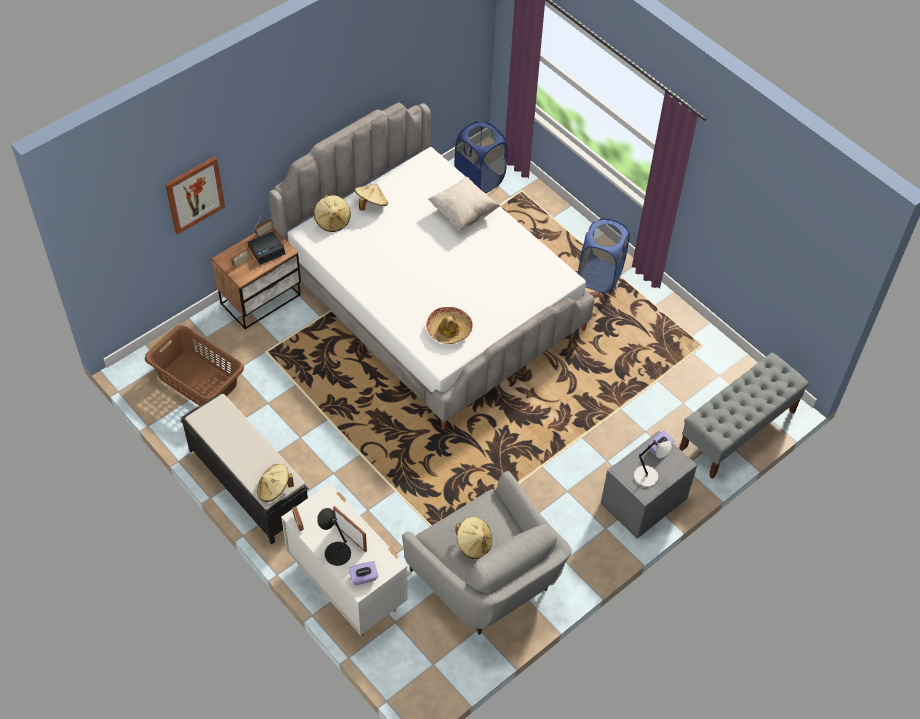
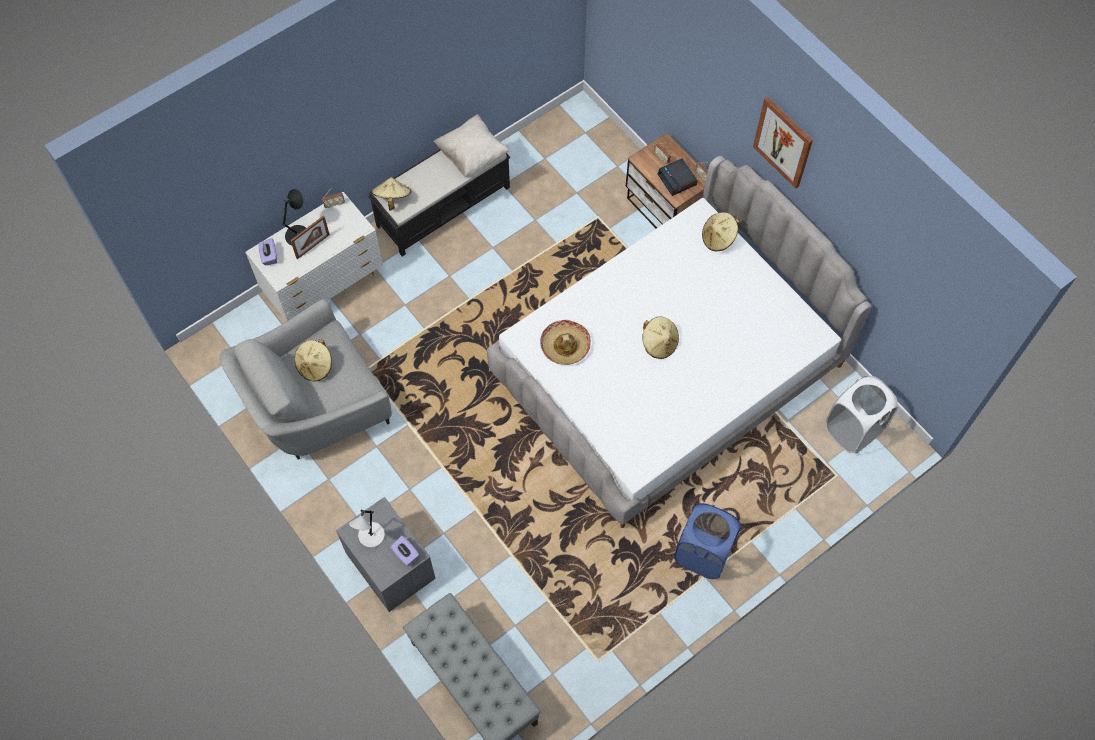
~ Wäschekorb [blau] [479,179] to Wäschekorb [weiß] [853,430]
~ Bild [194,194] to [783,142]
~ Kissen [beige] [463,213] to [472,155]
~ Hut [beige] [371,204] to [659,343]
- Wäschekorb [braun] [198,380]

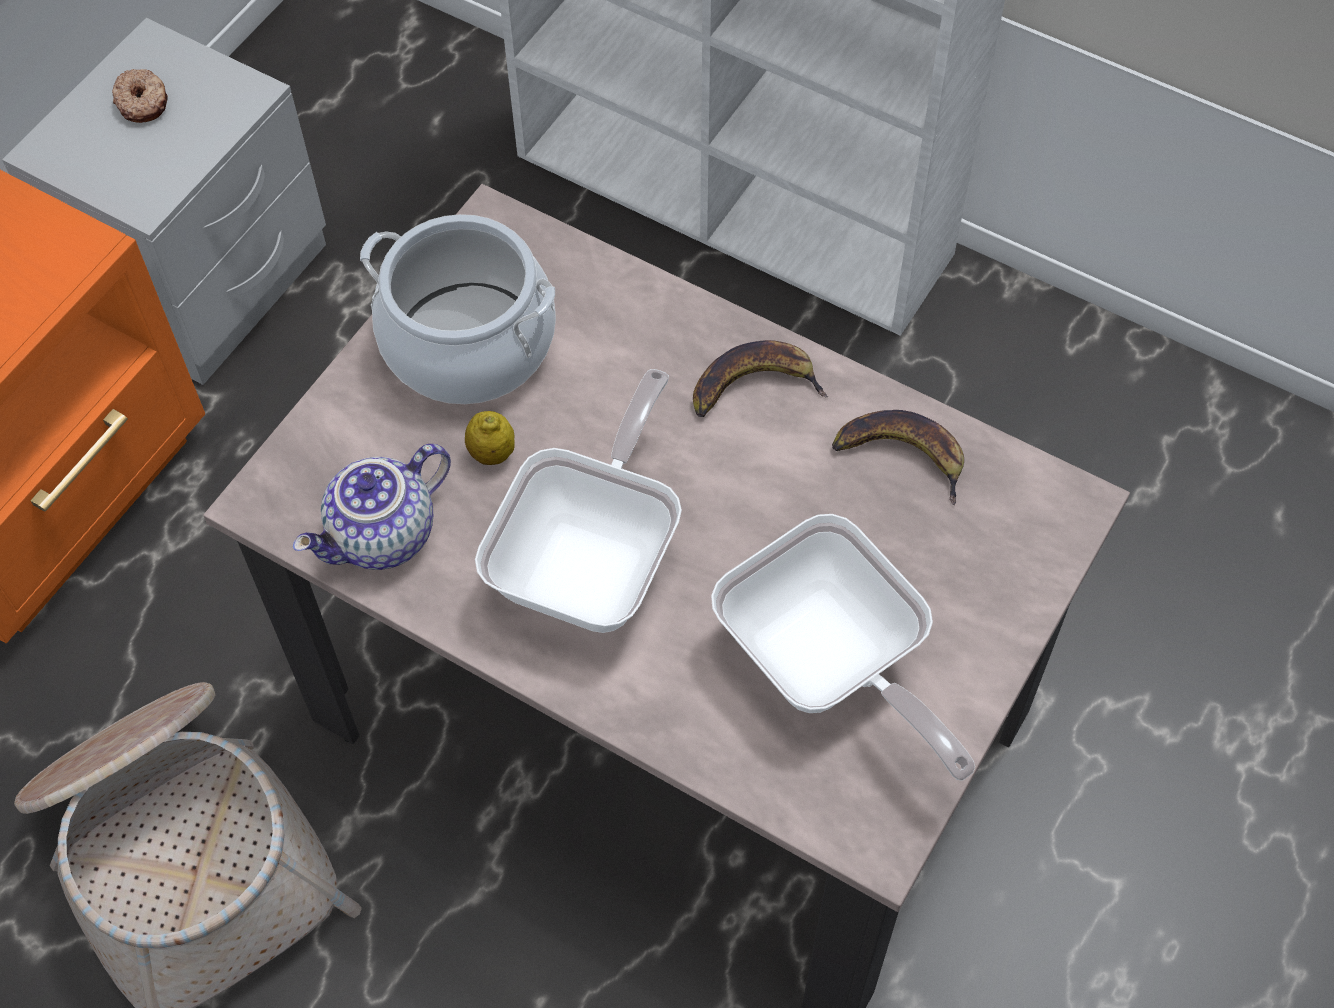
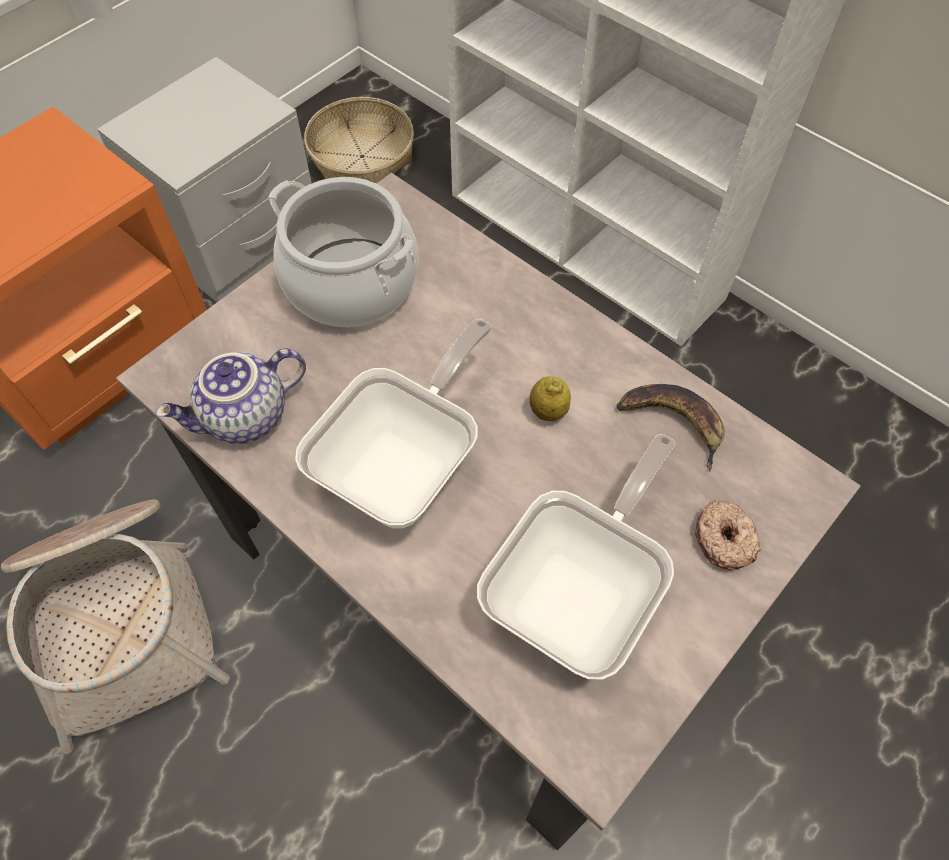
~ Donut [143,102] to [724,539]
- Banane [754,385]
~ Zitrone [492,453] to [548,411]
~ Pfanne [829,667] = [580,591] 120 degrees counterclockwise
+ Korb [362,156]

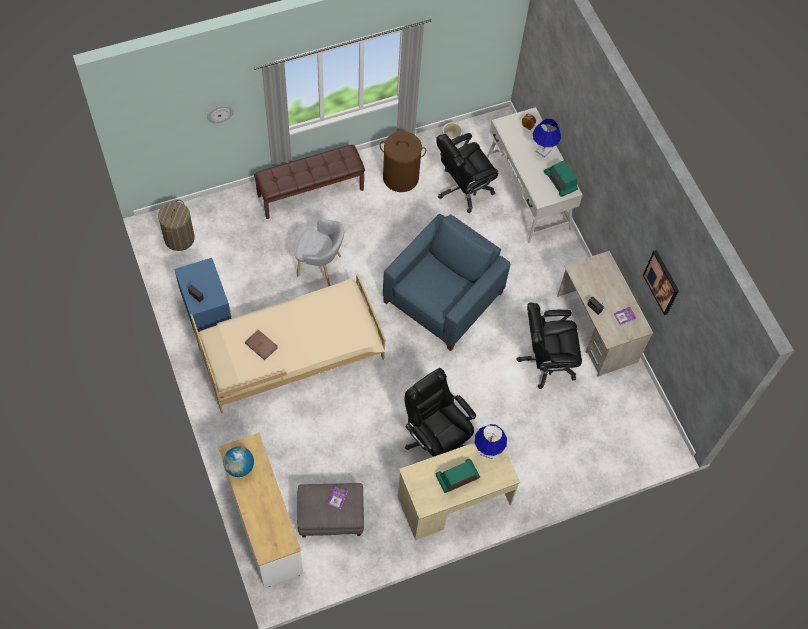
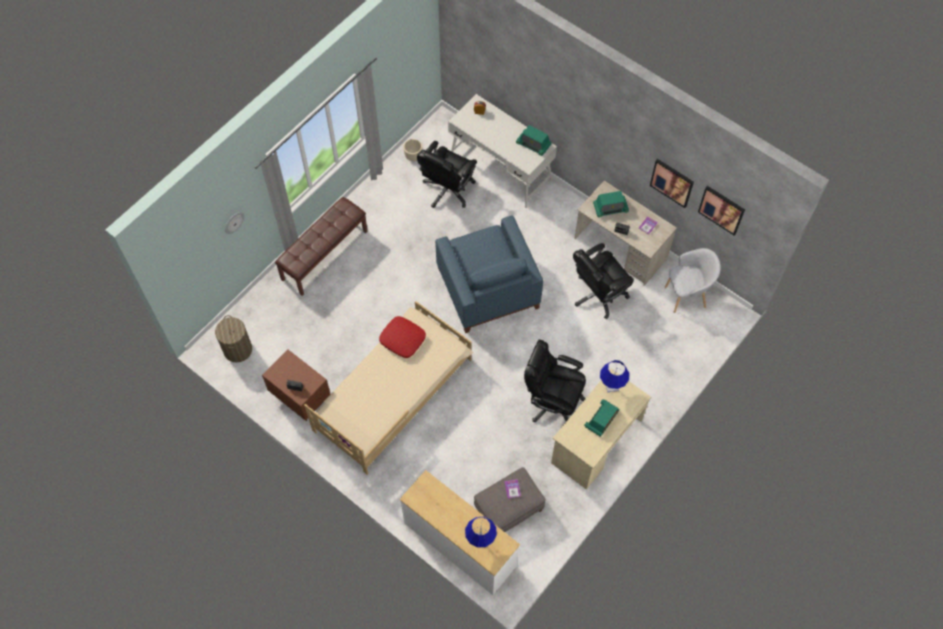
~ Tischlampe [blau] [543,151] to [480,540]
- Wäschekorb [braun] [401,177]
~ Sessel [blau] [442,298] = [487,287] 150 degrees clockwise
~ Sessel [grau] [320,267] to [686,296]
~ Nachttisch [blau] [206,311] to Nachttisch [braun] [300,398]
- Buch [braun] [261,345]
- Globus [239,467]
+ Bild [721,209]
+ Radio [610,208]
+ Kissen [rot] [402,339]

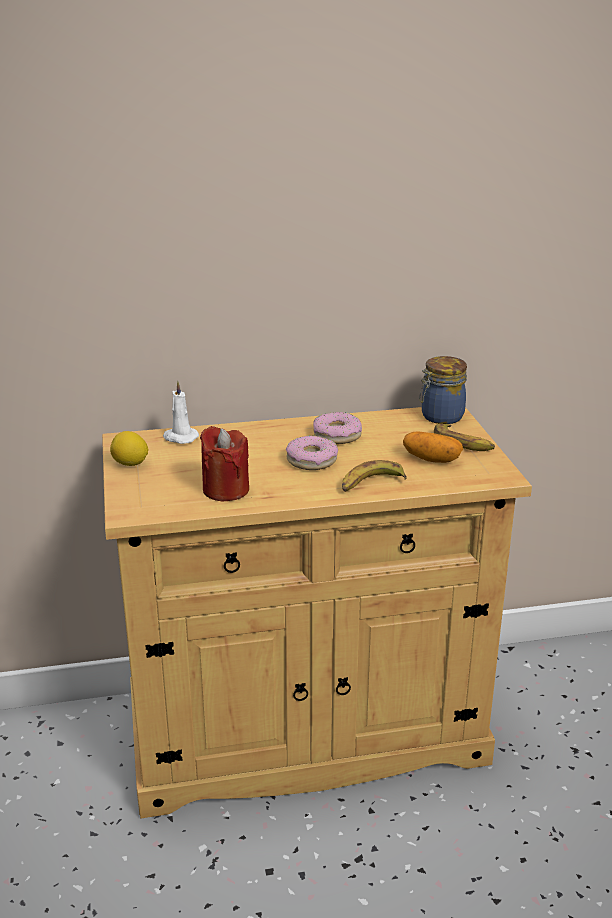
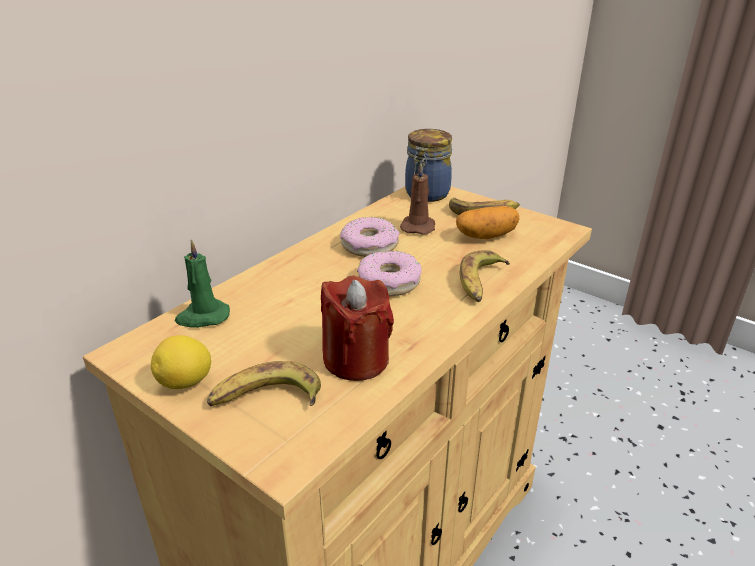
~ Kerze [weiß] [180,437] to Kerze [grün] [202,317]
+ Kerze [braun] [418,226]
+ Banane [265,398]

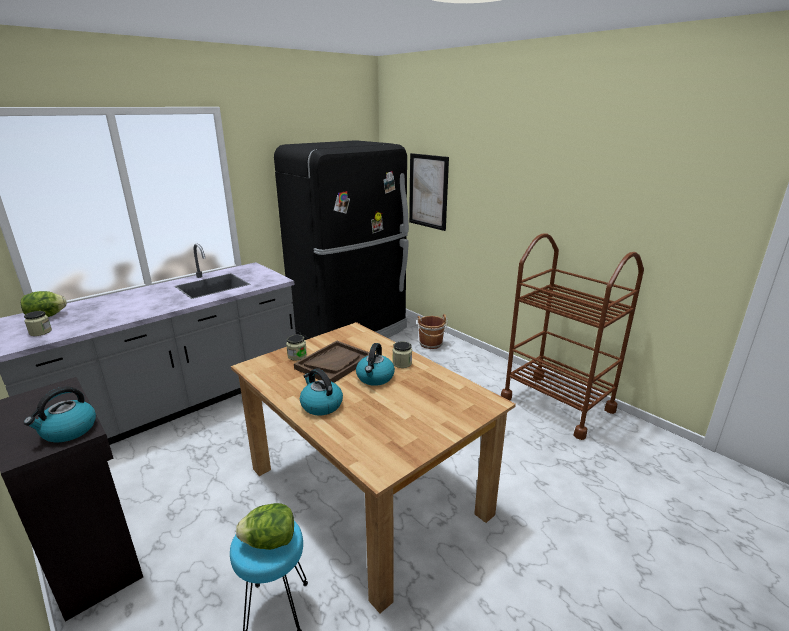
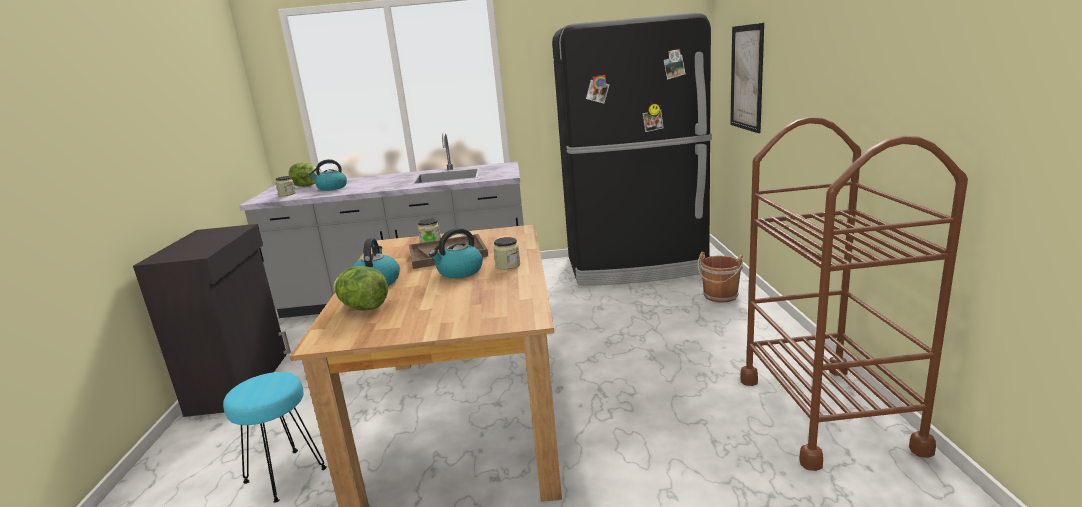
~ Wasserkessel [68,430] to [331,188]
~ Salatkopf [270,541] to [364,307]

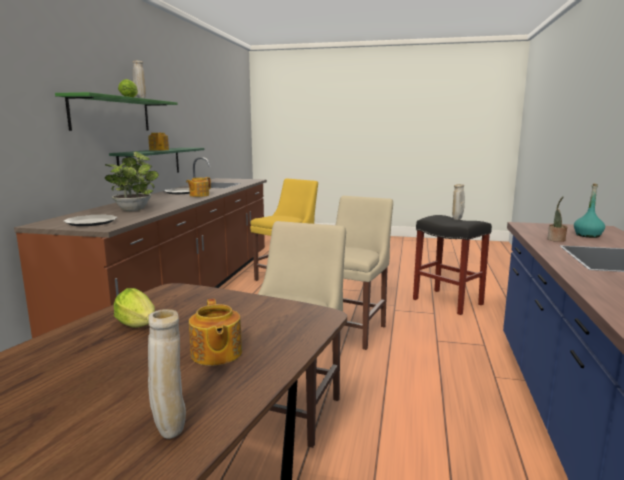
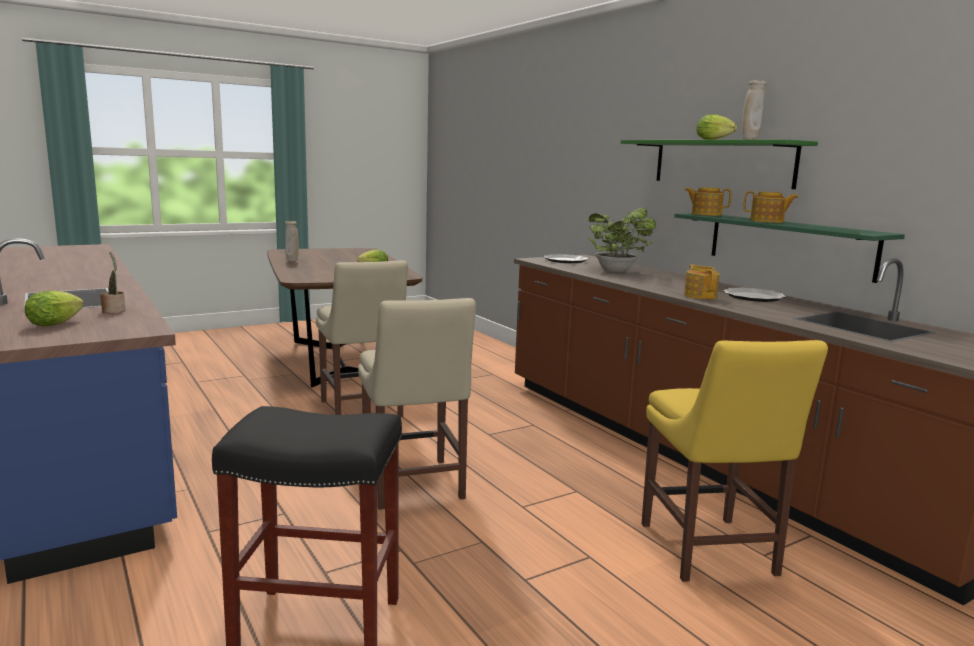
~ Flasche [türkis] [588,235] to Salatkopf [57,323]
- Vase [beige] [457,219]
~ Teekanne [216,354] to [705,214]

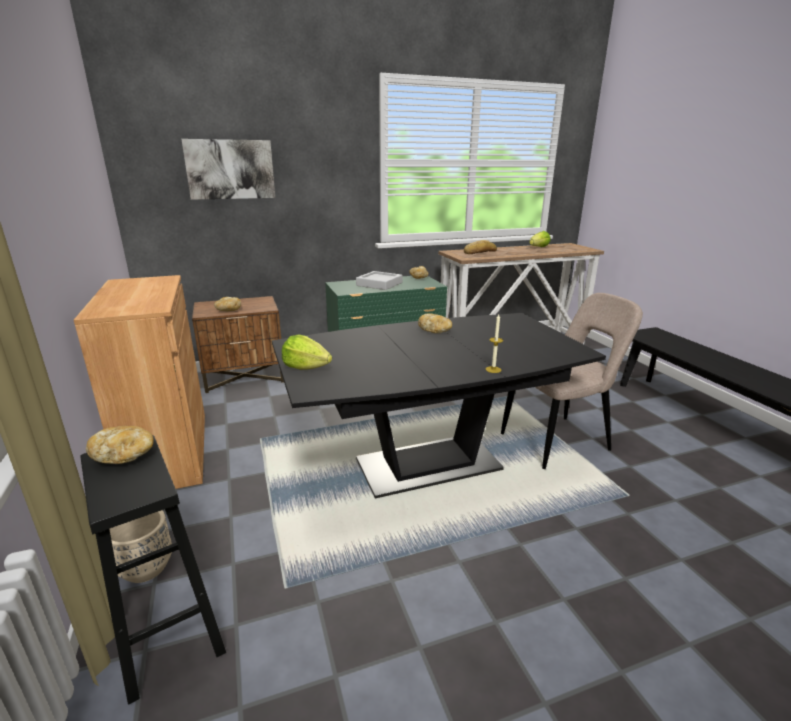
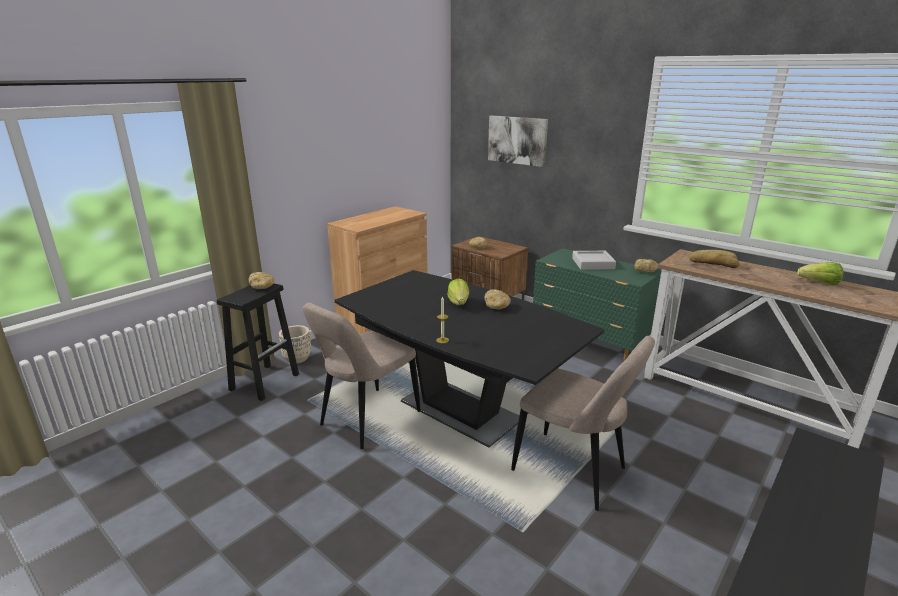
~ Salatkopf [306,367] to [459,303]
+ Stuhl [beige] [366,420]

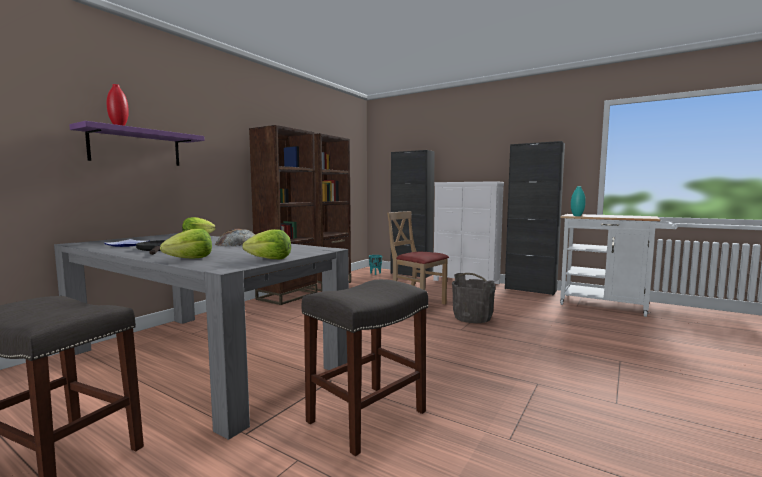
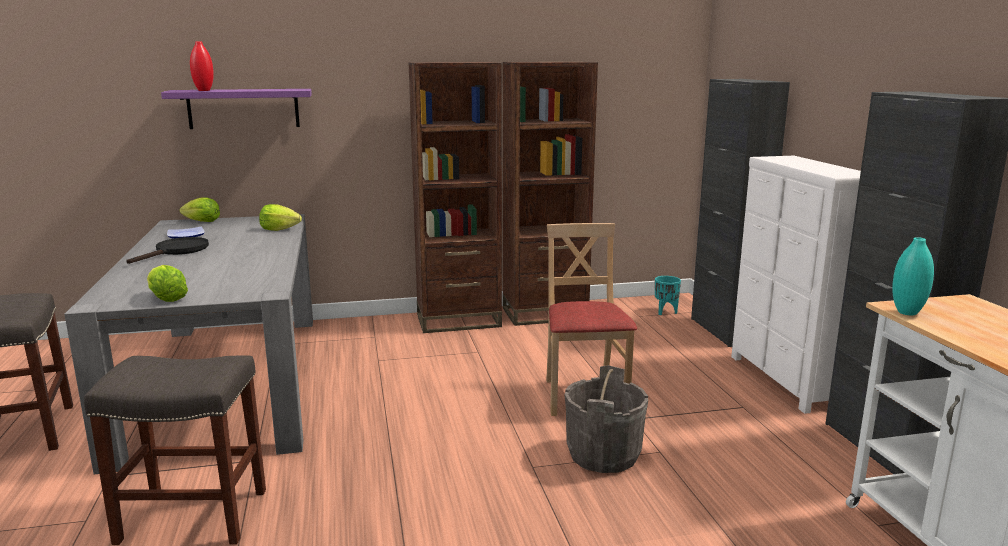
~ Salatkopf [190,259] to [202,221]
- Brot [238,243]

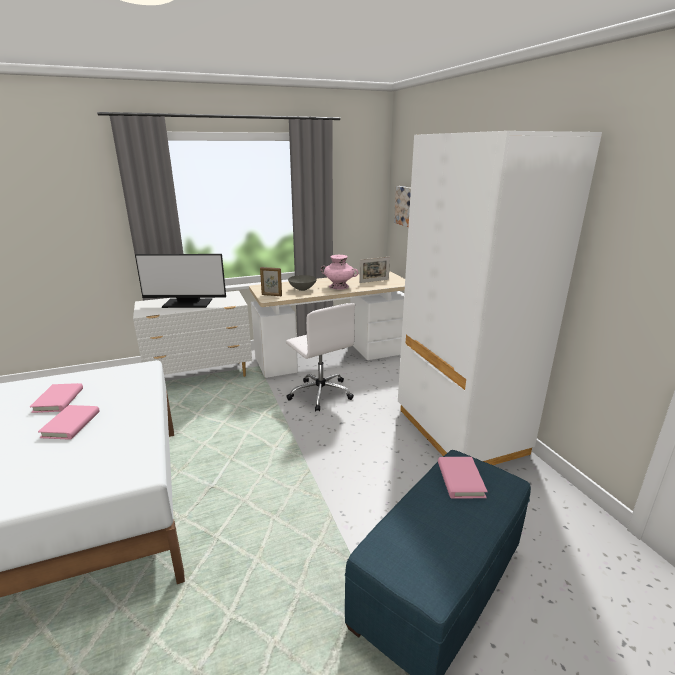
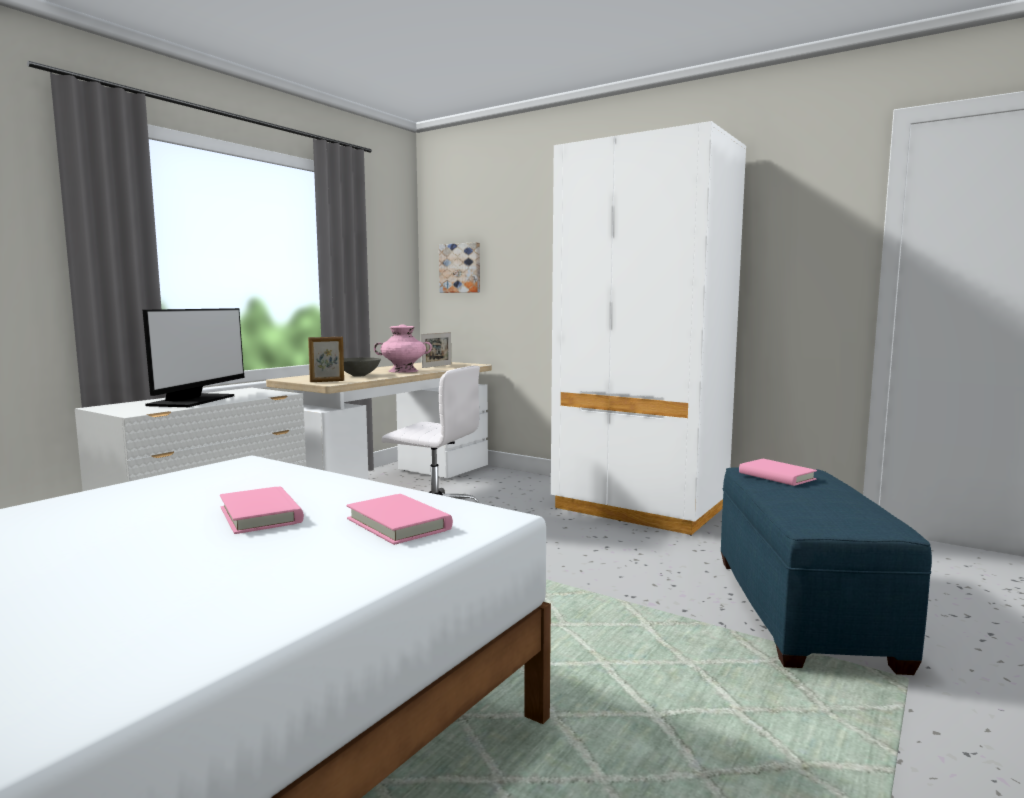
~ Monitor [187,303] = [193,401] 45 degrees counterclockwise
~ Buch [rosa] [58,400] to [398,524]

